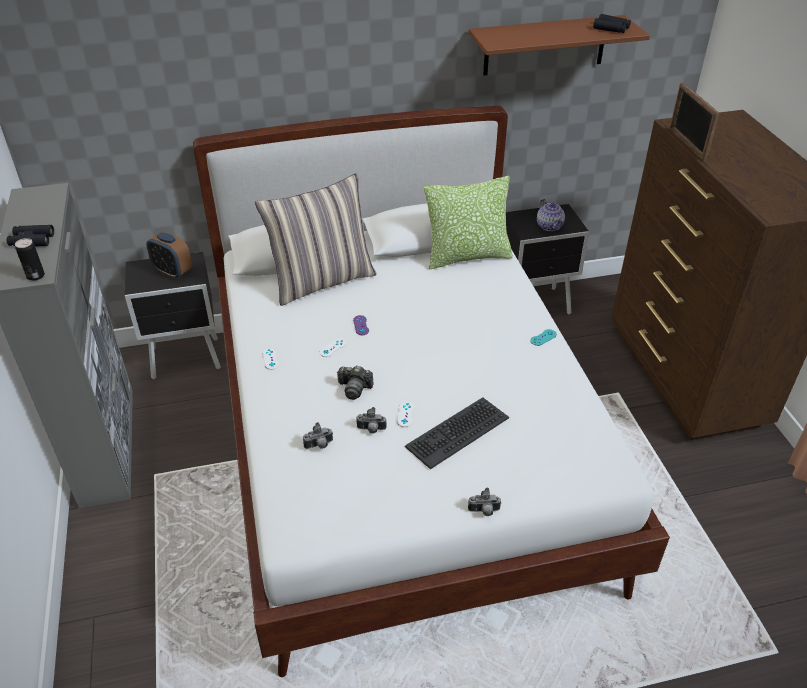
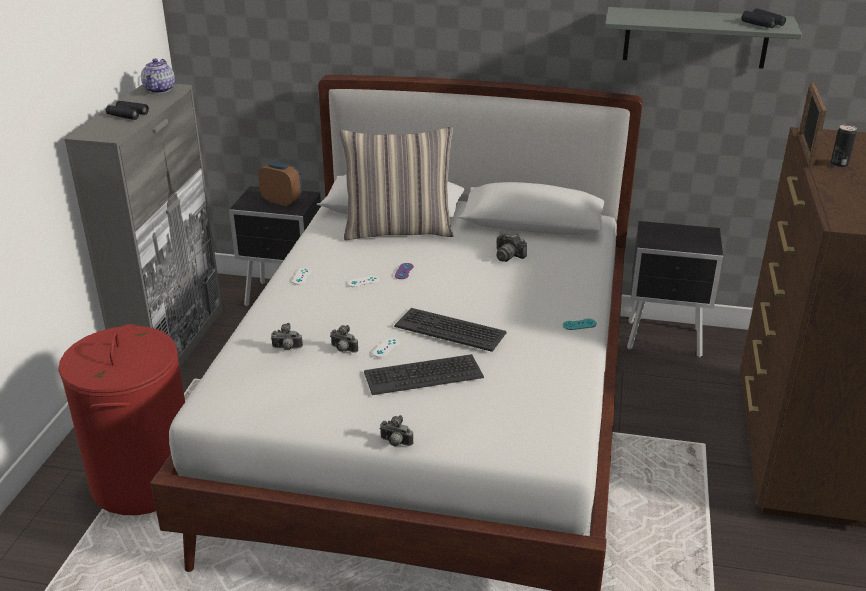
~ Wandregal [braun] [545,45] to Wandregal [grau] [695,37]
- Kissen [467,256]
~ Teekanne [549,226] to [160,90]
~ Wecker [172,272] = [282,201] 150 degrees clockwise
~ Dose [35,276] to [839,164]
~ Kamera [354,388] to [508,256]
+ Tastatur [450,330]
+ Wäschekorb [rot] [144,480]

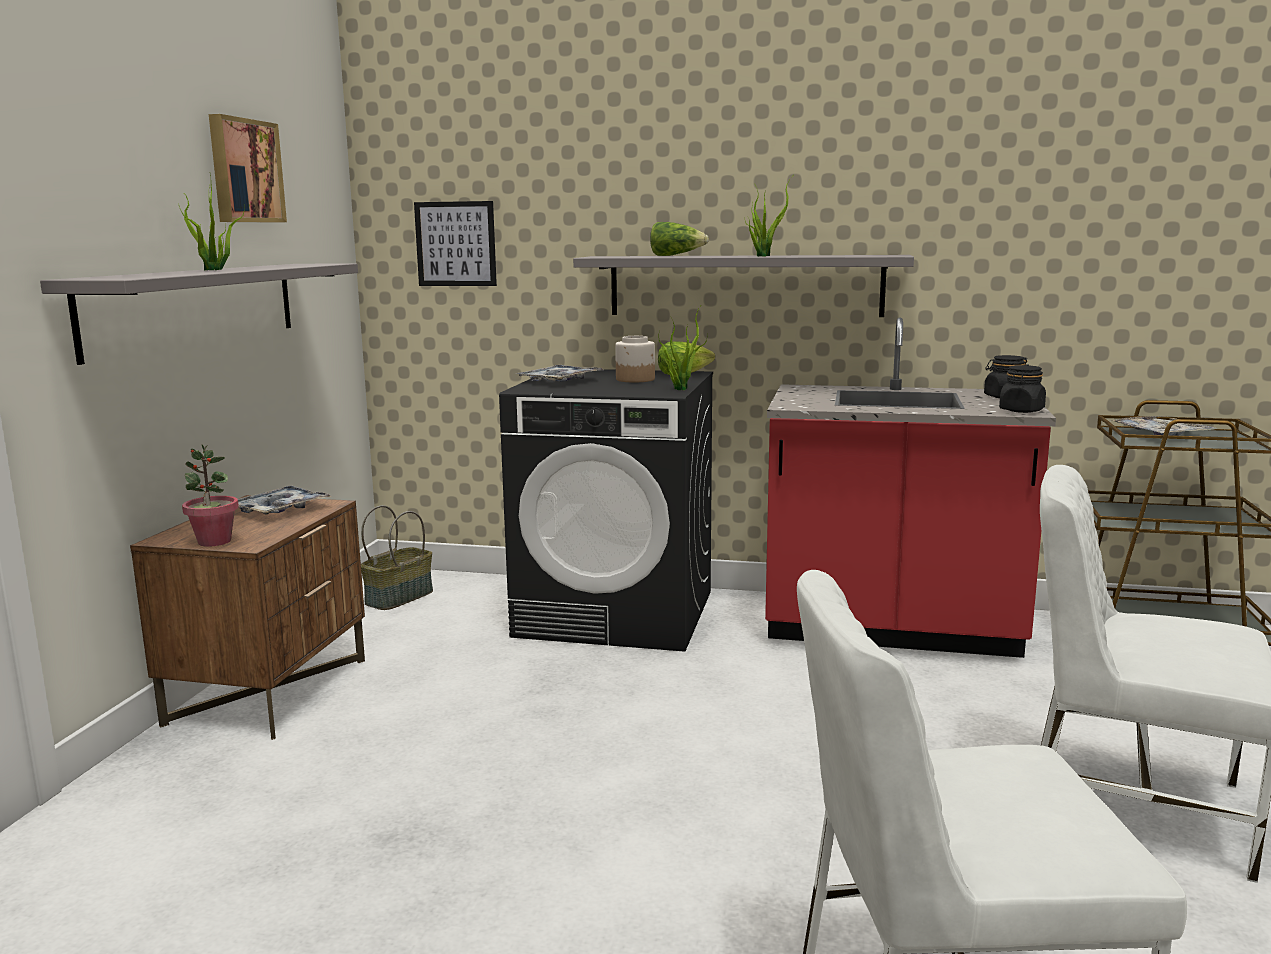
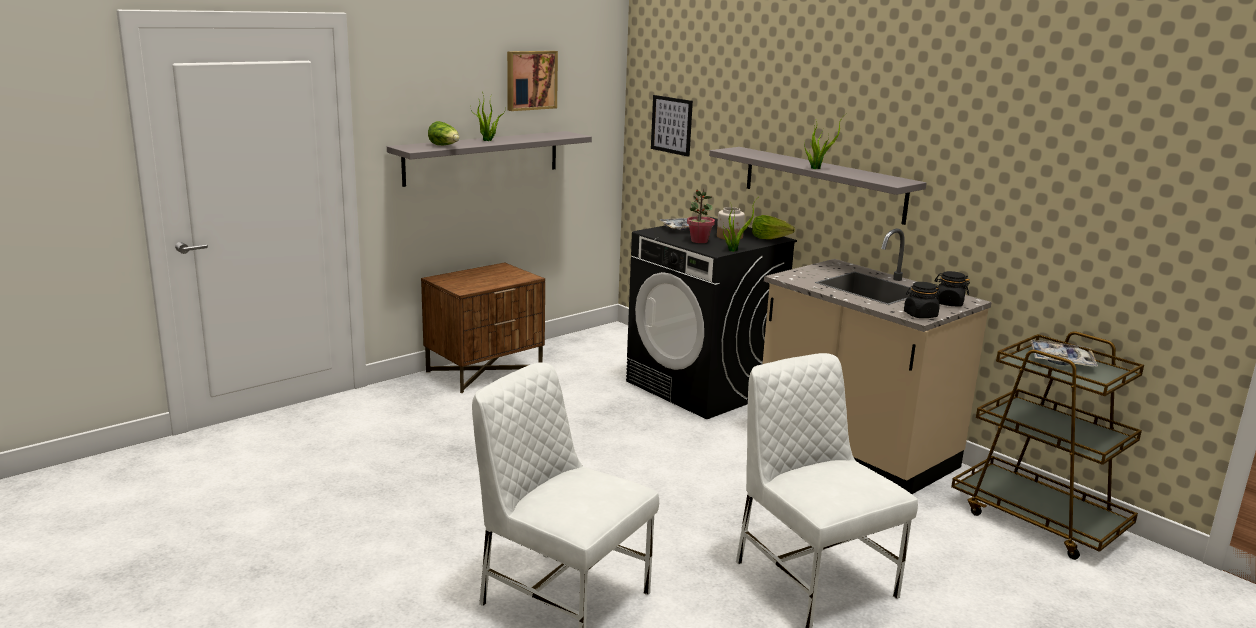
~ Salatkopf [676,255] to [445,146]
~ Küchenzeile [rot] [891,630] to Küchenzeile [beige] [854,450]
~ Topfpflanze [214,542] to [699,241]
- Tablett [279,509]
- Korb [399,597]

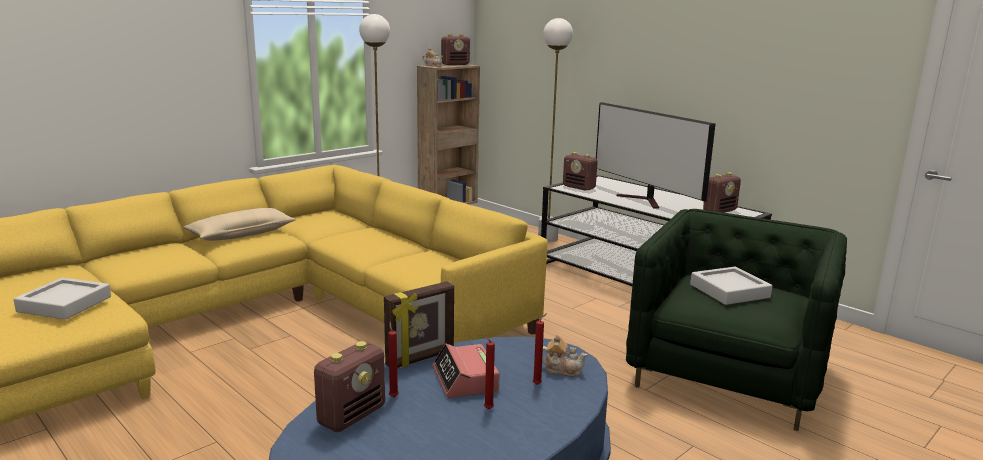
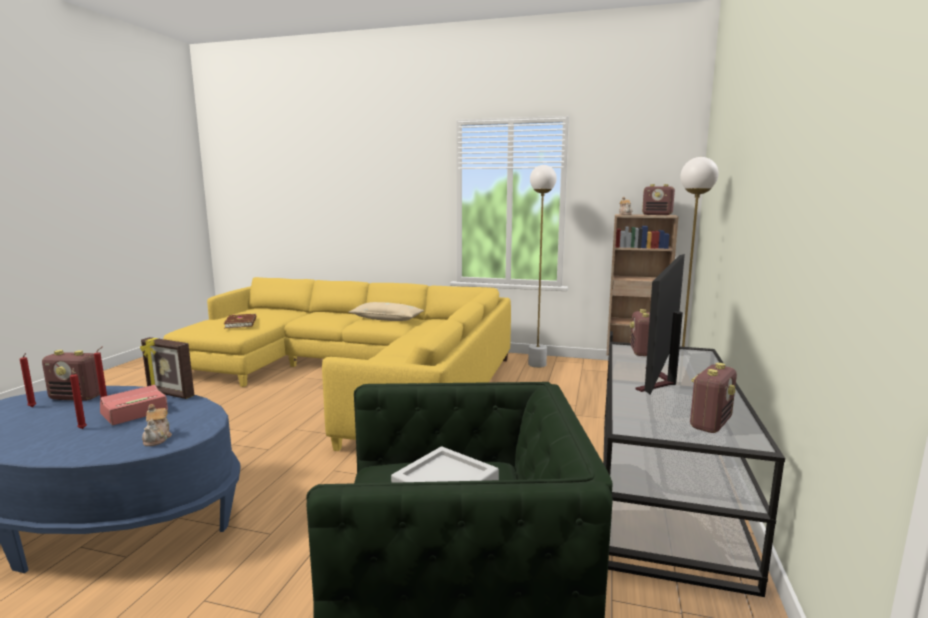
~ Radio [719,211] = [710,423] 75 degrees counterclockwise
~ Tablett [grau] [65,304] to Buch [braun] [241,323]
~ Kerze [rot] [538,384] to [33,407]

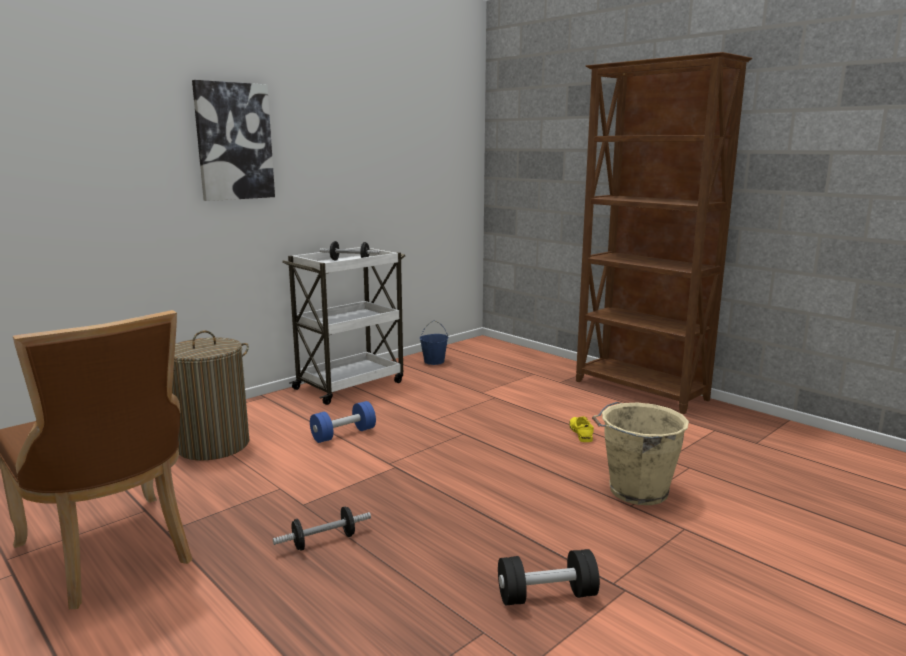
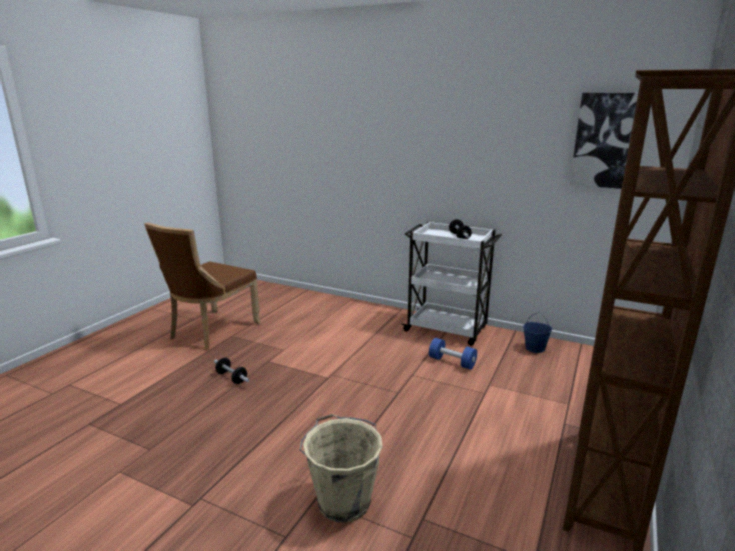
~ Bild [234,141] to [608,140]
- Wäschekorb [213,445]
~ Hantel [blau] [343,434] to [452,362]
- Schuh [gelb] [581,433]
- Hantel [schwarz] [546,595]

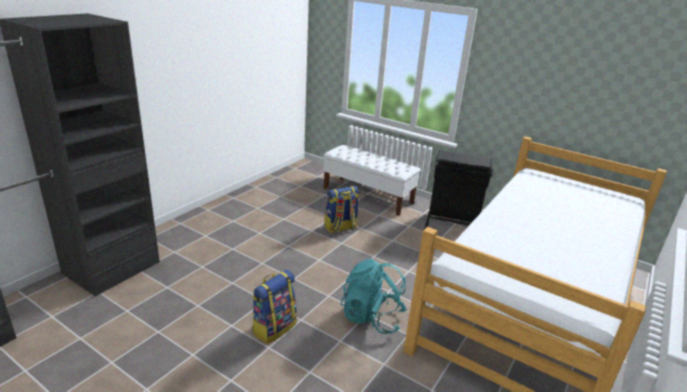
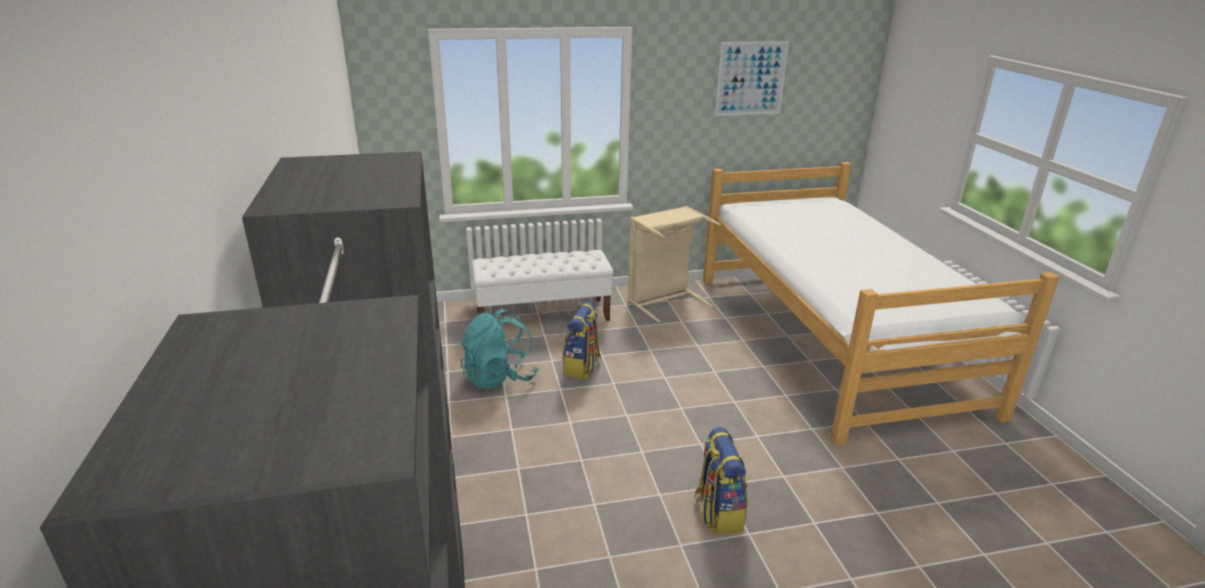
~ Wäschekorb [schwarz] [452,223] to Wäschekorb [beige] [665,300]
~ Rucksack [türkis] [371,317] to [499,377]
+ Bild [750,78]

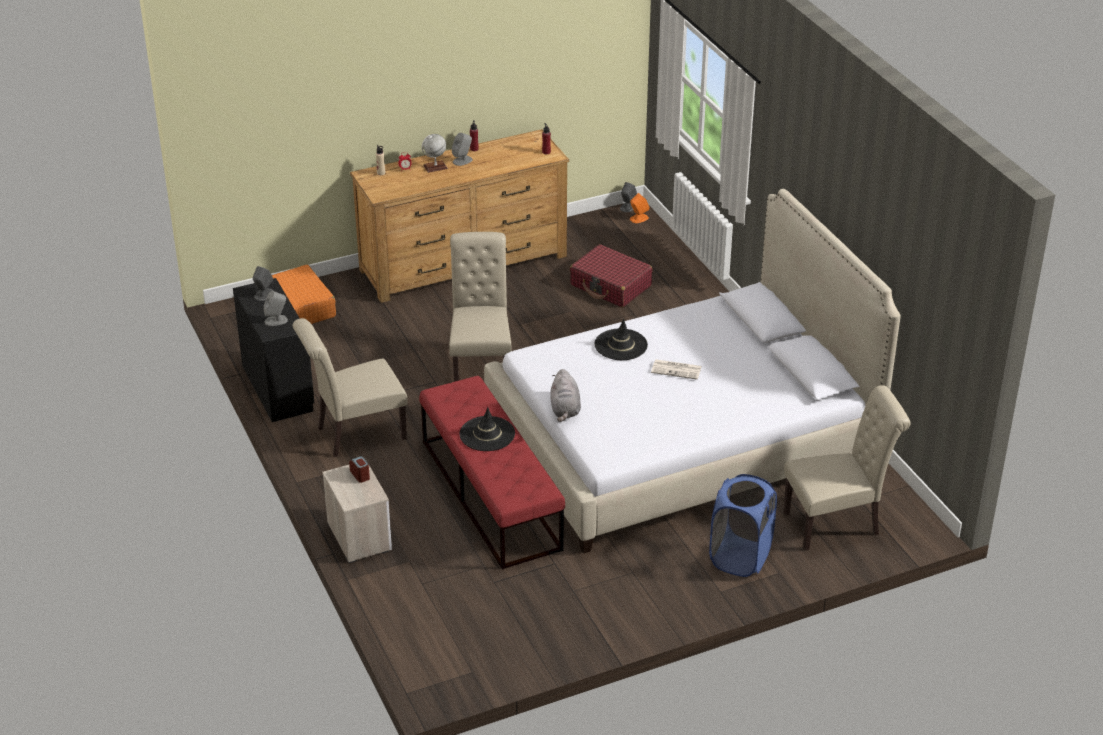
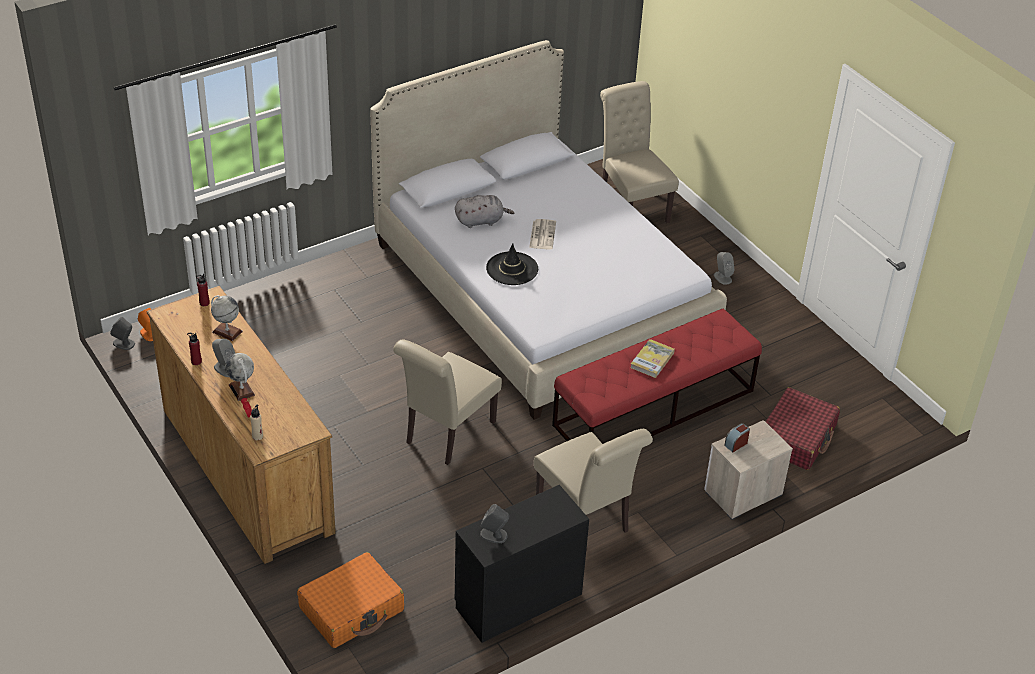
~ Stuhl [beige] [481,364] = [446,435] 45 degrees counterclockwise
~ Koffer [rot] [611,286] to [796,437]
~ Lautsprecher [grau] [276,320] to [722,277]
~ Plüschtier [grau] [565,410] to [481,221]
~ Hut [schwarz] [487,434] to Buch [652,360]
- Wäschekorb [blau] [740,557]
+ Globus [227,332]

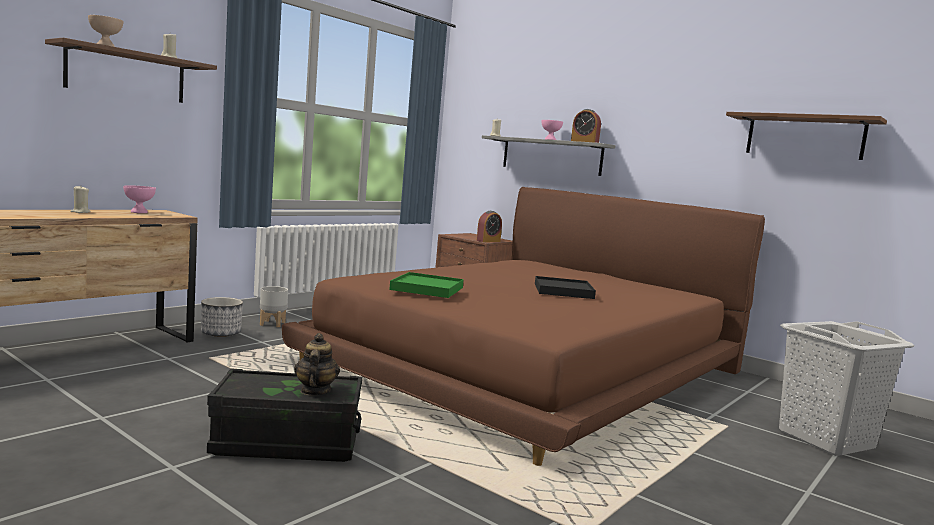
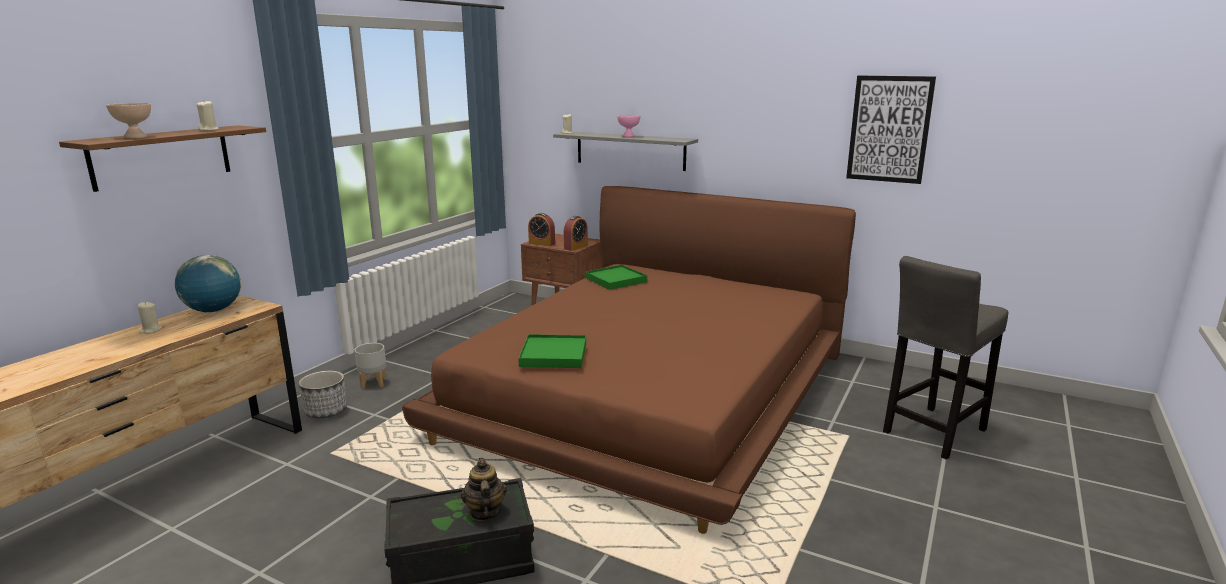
~ Wecker [584,142] to [542,243]
~ Wandregal [braun] [804,137] to Bild [889,129]
~ Schüssel [rosa] [139,212] to Globus [213,310]
- Tablett [schwarz] [563,291]
~ Wäschekorb [grau] [825,439] to Hocker [grau] [932,433]
+ Tablett [grün] [616,280]

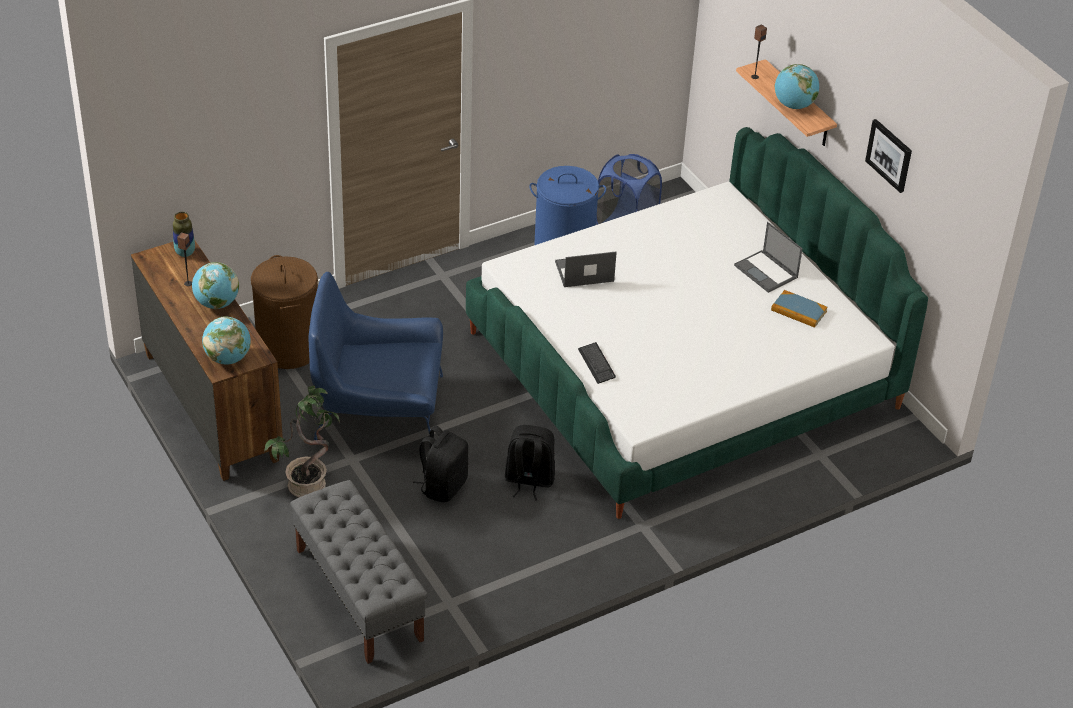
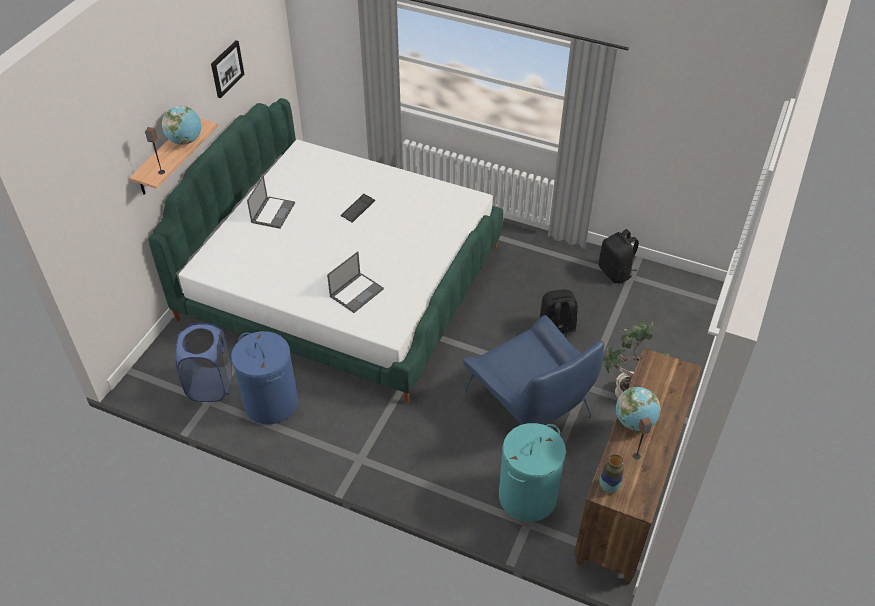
~ Laptop [583,272] = [357,292] 90 degrees counterclockwise
~ Wäschekorb [braun] [288,348] to Wäschekorb [türkis] [527,496]
- Buch [798,311]
- Globus [228,358]
~ Tastatur [596,364] to [358,209]
~ Rucksack [schwarz] [529,480] to [615,272]
- Bank [grau] [358,594]

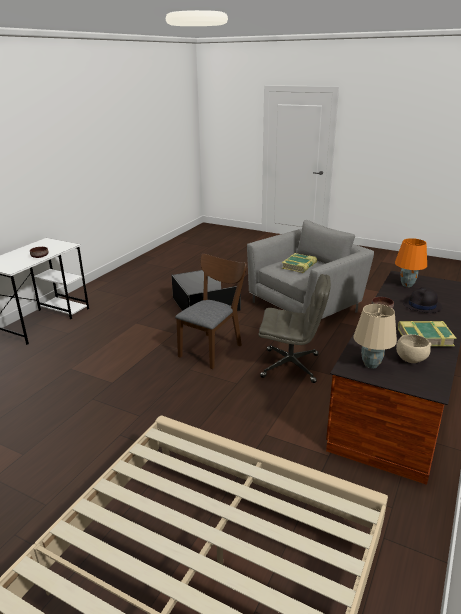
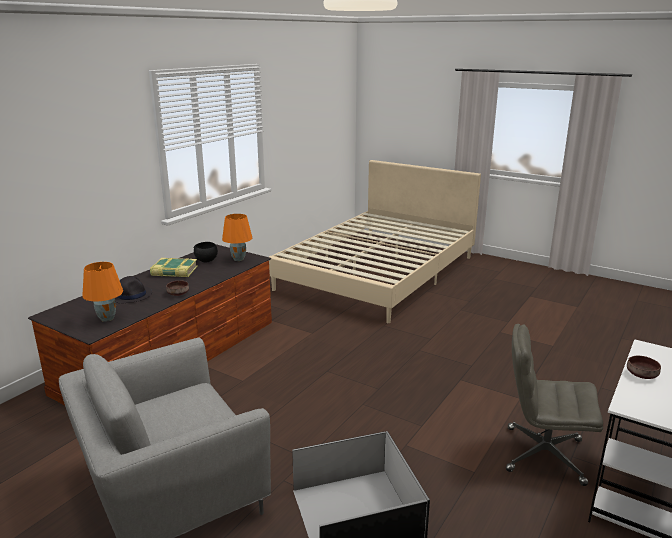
- Buch [299,266]
- Stuhl [braun] [213,348]
~ Bürostuhl [grau] [291,366] to [543,455]
~ Tischlampe [beige] [371,365] to Tischlampe [orange] [239,259]
~ Schüssel [beige] [410,359] to Schüssel [schwarz] [206,260]

